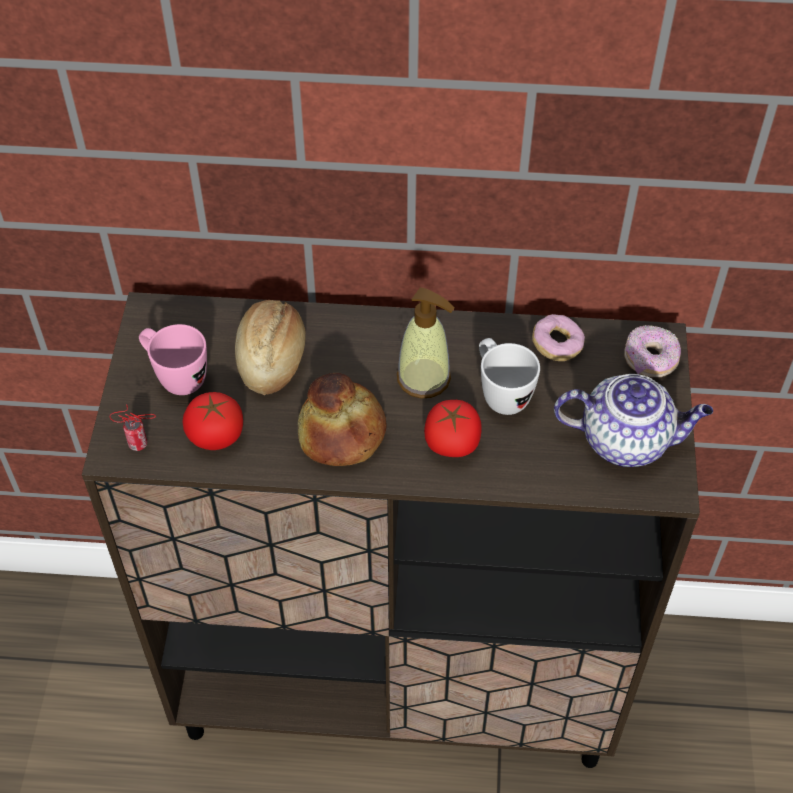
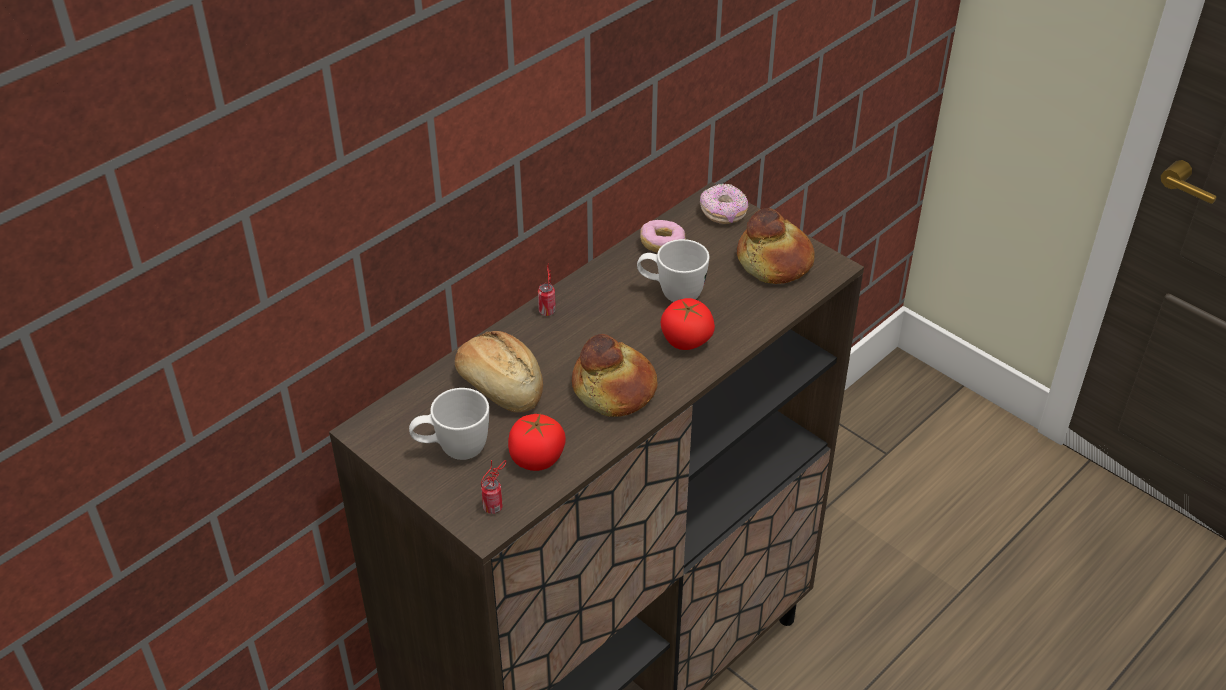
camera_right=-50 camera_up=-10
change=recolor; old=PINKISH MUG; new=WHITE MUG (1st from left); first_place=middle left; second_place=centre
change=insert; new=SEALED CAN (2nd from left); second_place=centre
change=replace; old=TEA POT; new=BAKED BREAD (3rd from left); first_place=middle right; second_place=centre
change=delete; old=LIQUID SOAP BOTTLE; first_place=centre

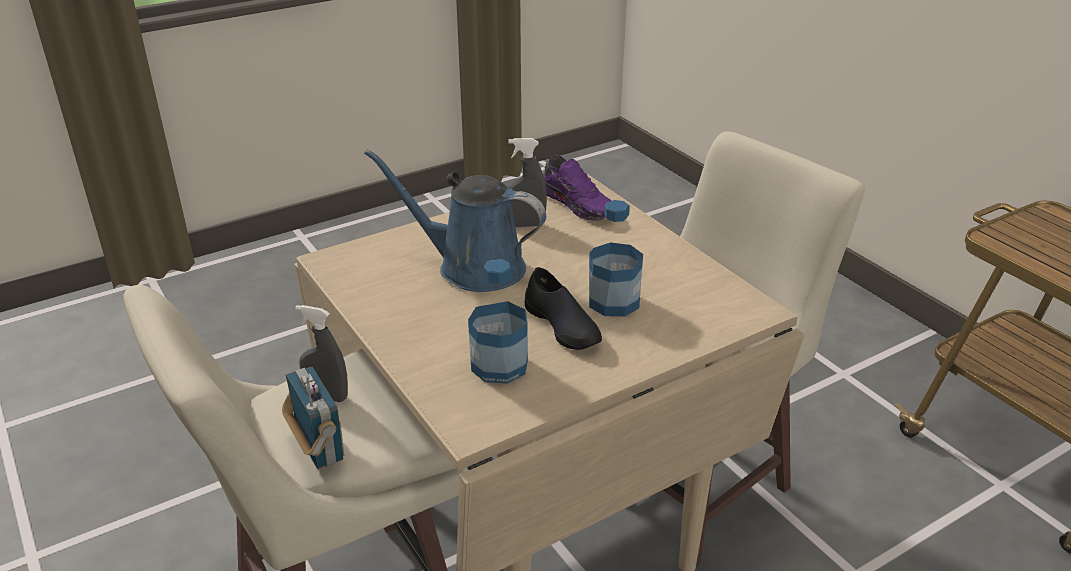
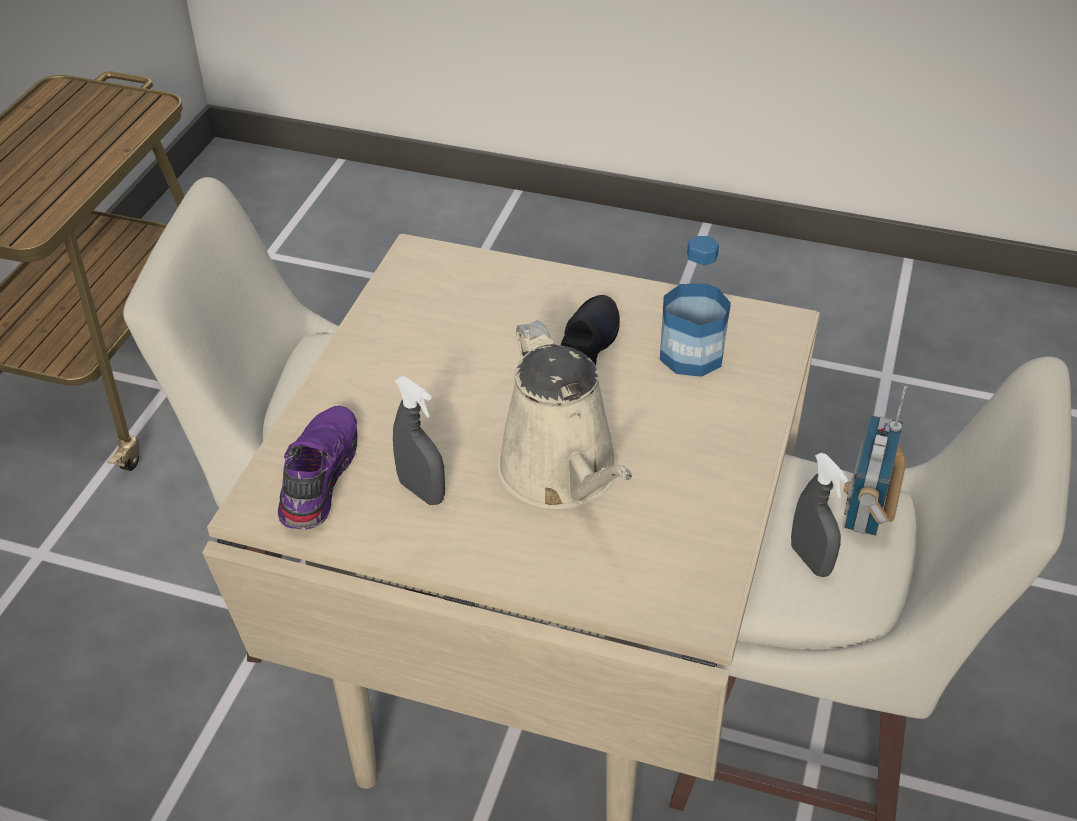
camera_right=-130 camera_up=10
change=recolor; old=BLUE-COLOURED SPRINKLING CAN; new=BEIGE SPRINKLING CAN; first_place=centre; second_place=centre
change=delete; old=DRINK BOTTLE (2nd from left); first_place=centre

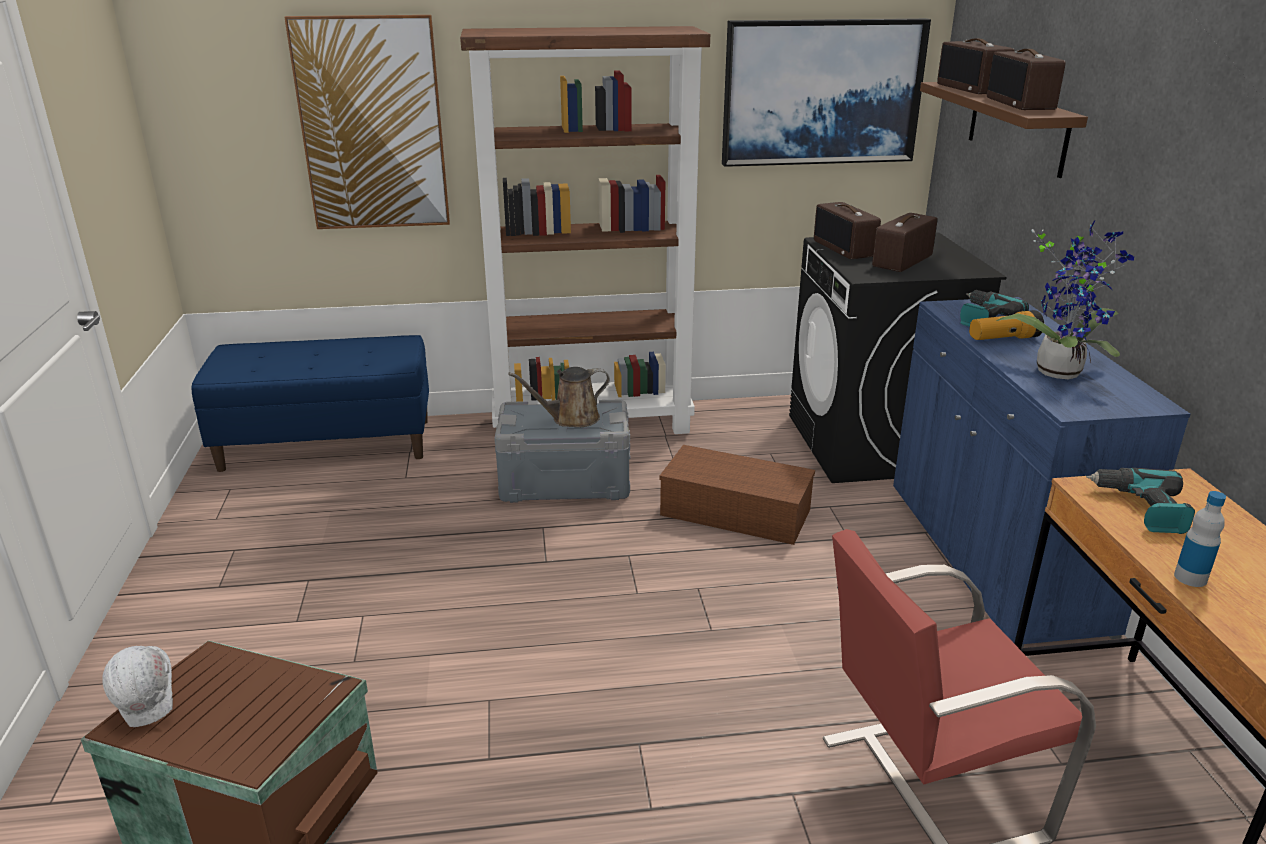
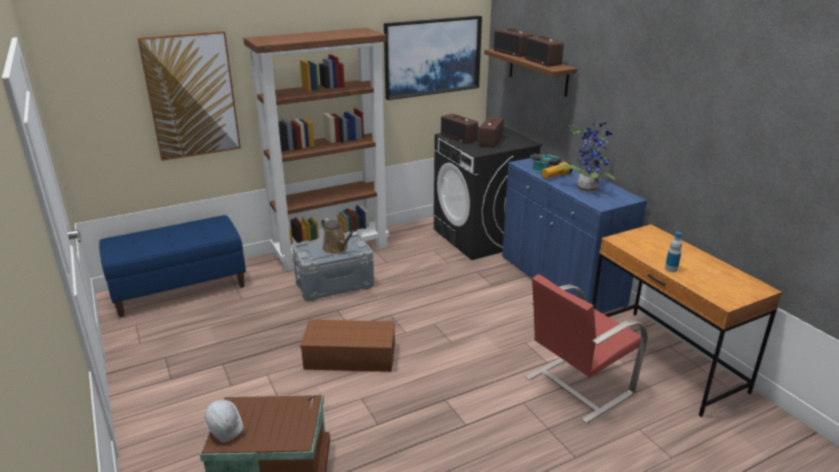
camera_right=-20 camera_up=0
change=move; old=BROWN-COLOURED STORAGE BIN (2nd from left); first_place=centre; second_place=bottom centre
change=rotate; old=BROWN-COLOURED SPRINKLING CAN; first_place=centre; second_place=centre; degrees=-90
change=delete; old=POWER DRILL (2nd from left); first_place=middle right

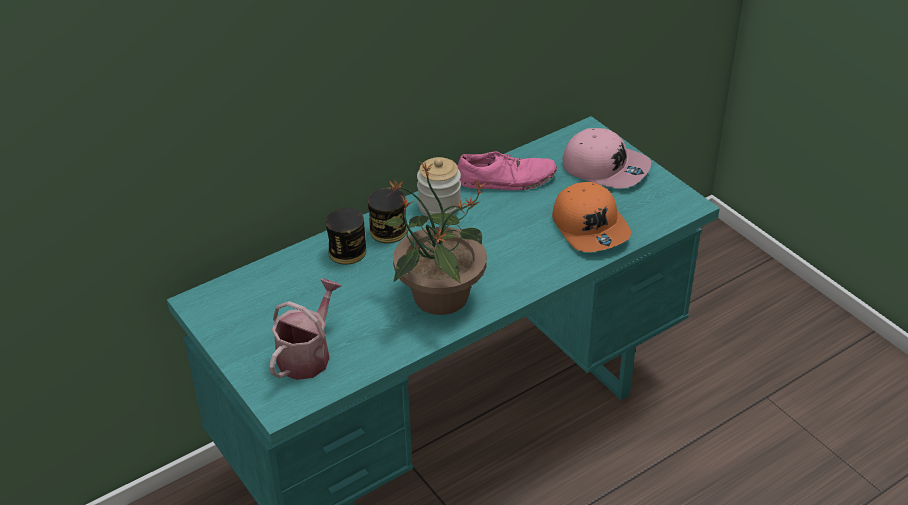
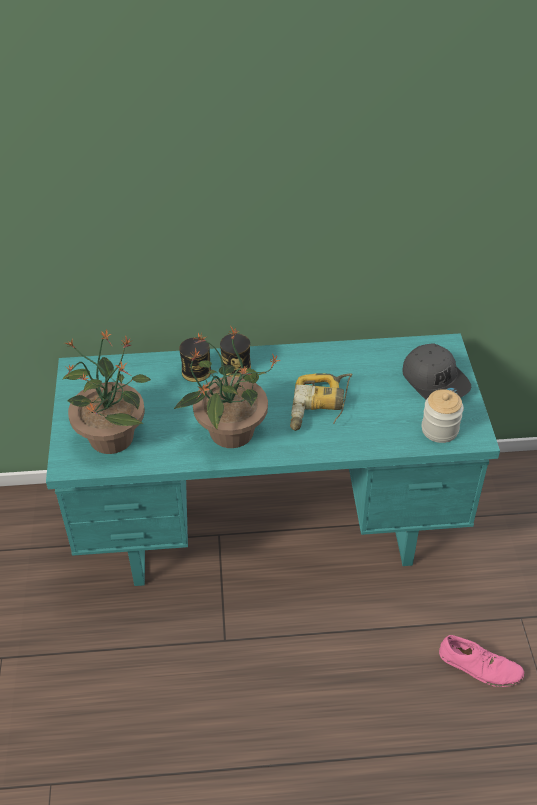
camera_right=30 camera_up=5
change=replace; old=SPRINKLING CAN; new=POTTED PLANT (1st from left); first_place=centre; second_place=middle left
change=insert; new=POWER DRILL; second_place=centre
change=recolor; old=PINKISH BASEBALL CAP; new=GRAY BASEBALL CAP; first_place=top right; second_place=middle right
change=move; old=PRESERVE JAR; first_place=centre; second_place=middle right
change=move; old=PINKISH LOW SHOE; first_place=centre; second_place=bottom right
change=delete; old=ORANGE BASEBALL CAP; first_place=centre

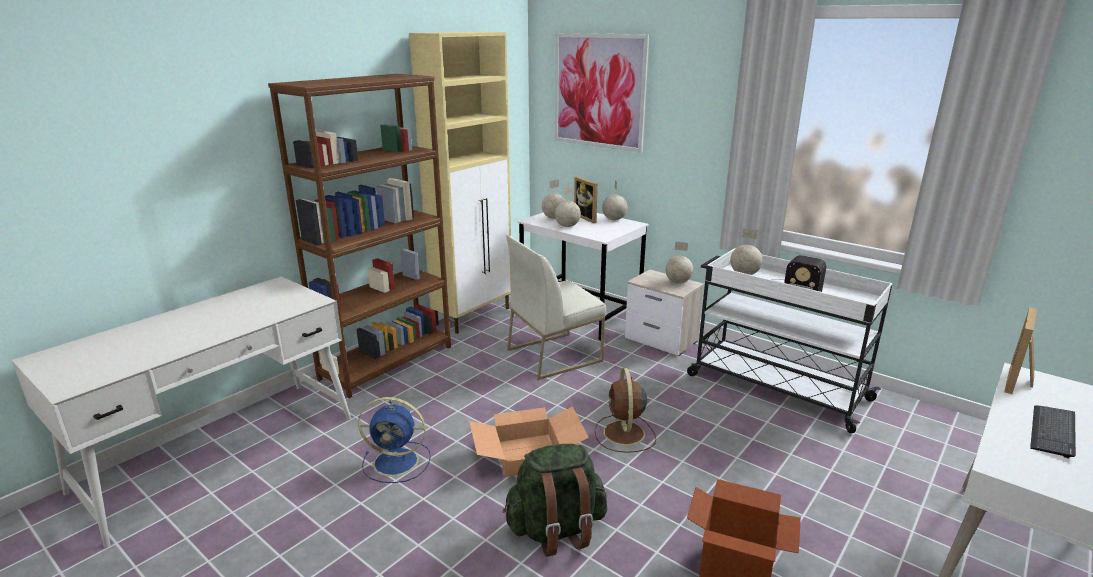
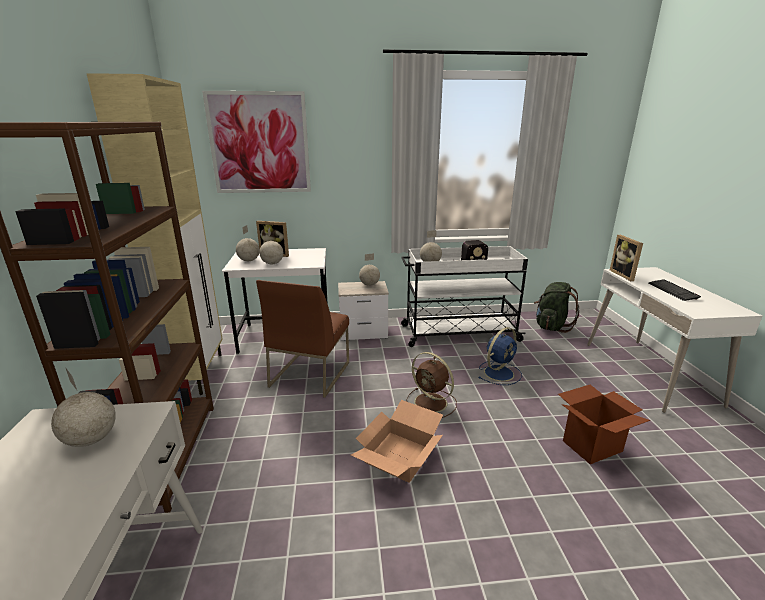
camera_right=-45 camera_up=0
change=move; old=WORLD GLOBE (3rd from left in the first image); new=WORLD GLOBE (1st from left); first_place=centre; second_place=bottom left
change=recolor; old=WHITE CHAIR; new=BROWN-COLOURED CHAIR; first_place=centre; second_place=centre
change=move; old=BLUE-COLOURED COOLING FAN; first_place=bottom centre; second_place=centre
change=move; old=GREENISH RUCKSACK; first_place=bottom centre; second_place=middle right

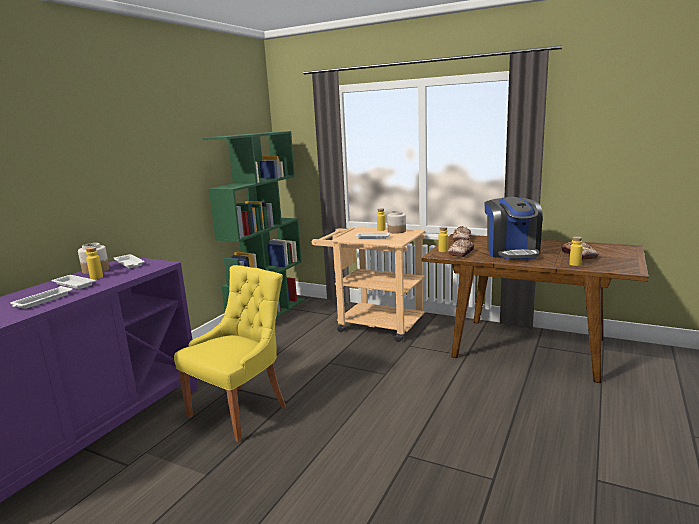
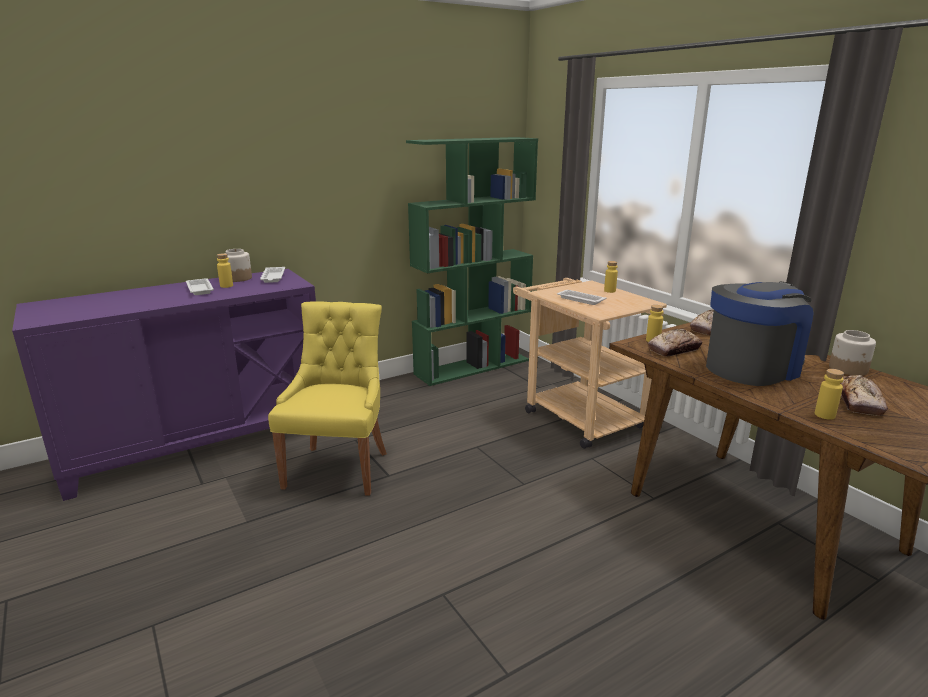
camera_right=30 camera_up=5
change=rotate; old=YELLOW-COLOURED CHAIR; first_place=bottom left; second_place=centre; degrees=-60
change=rotate; old=COFFEE MACHINE; first_place=middle right; second_place=middle right; degrees=-150
change=move; old=PRESERVE JAR (2nd from left); first_place=centre; second_place=middle right
change=delete; old=WHITE SERVING TRAY (1st from left); first_place=middle left

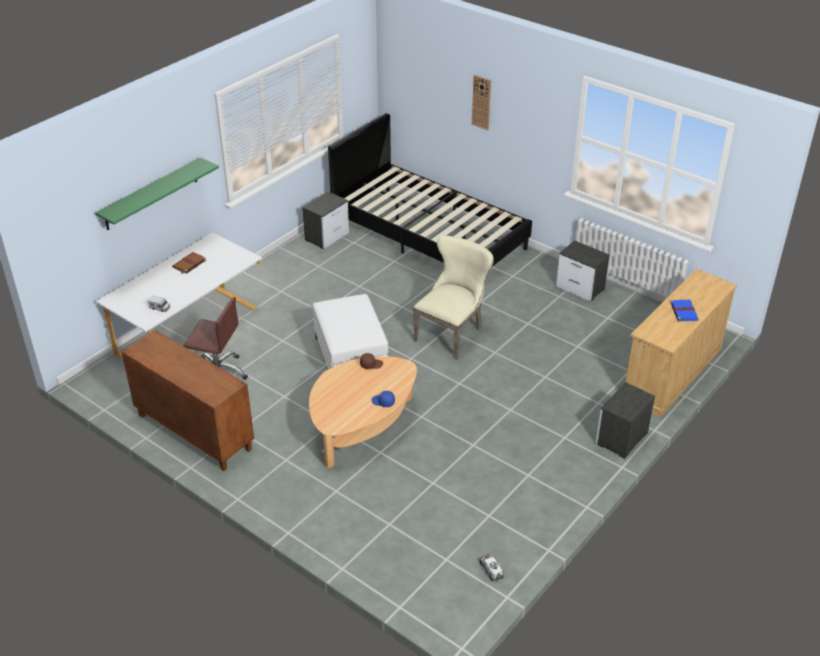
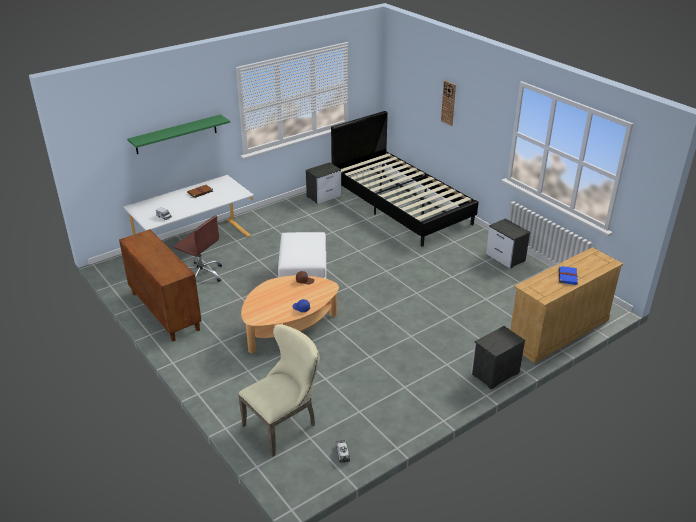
camera_right=15 camera_up=-5
change=move; old=BEIGE CHAIR; first_place=centre; second_place=bottom centre

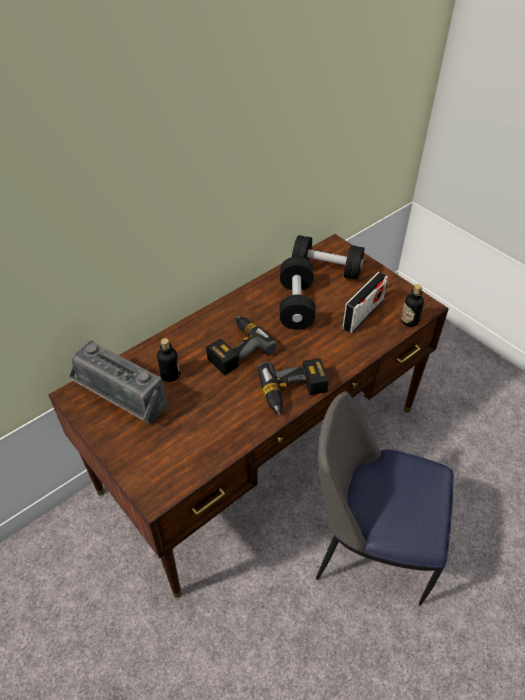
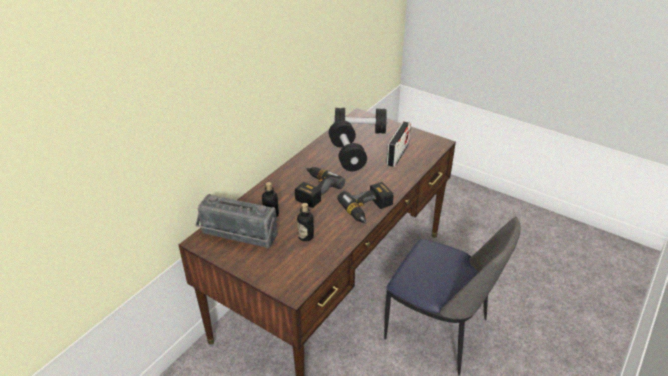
camera_right=-15 camera_up=-10
change=move; old=DRINK BOTTLE (2nd from left); first_place=middle right; second_place=centre
change=rotate; old=CHAIR; first_place=bottom right; second_place=bottom right; degrees=-150

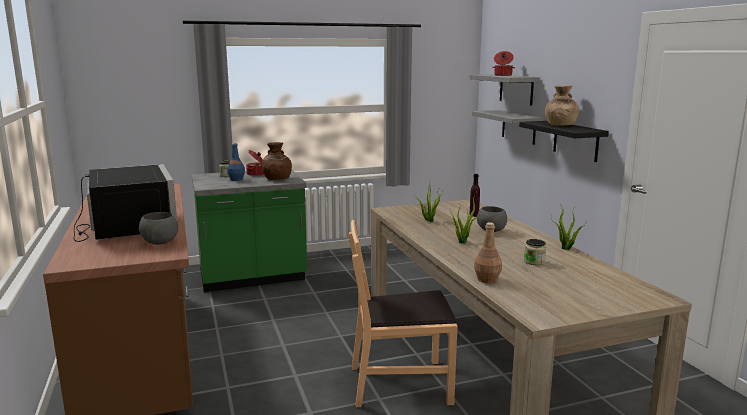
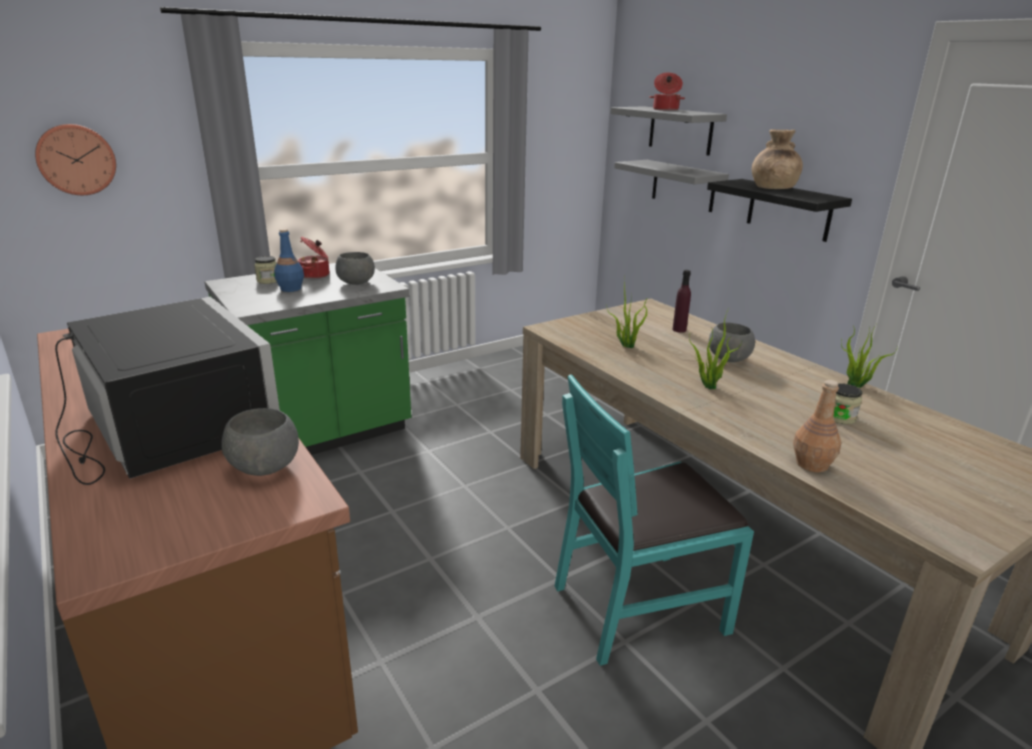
camera_right=-15 camera_up=10
change=insert; new=WALL CLOCK; second_place=top left
change=replace; old=BROWN-COLOURED DECORATIVE VASE (1st from left); new=GRAY BOWL (2nd from left); first_place=centre; second_place=centre
change=recolor; old=BROWN-COLOURED CHAIR; new=TURQUOISE-COLOURED CHAIR; first_place=bottom centre; second_place=bottom centre

